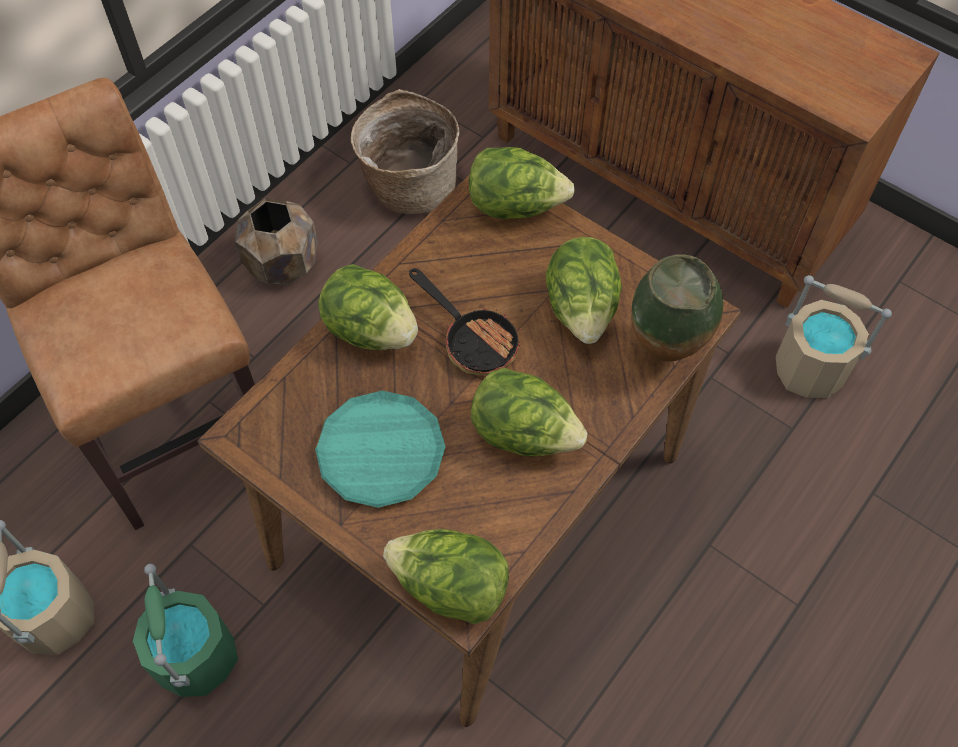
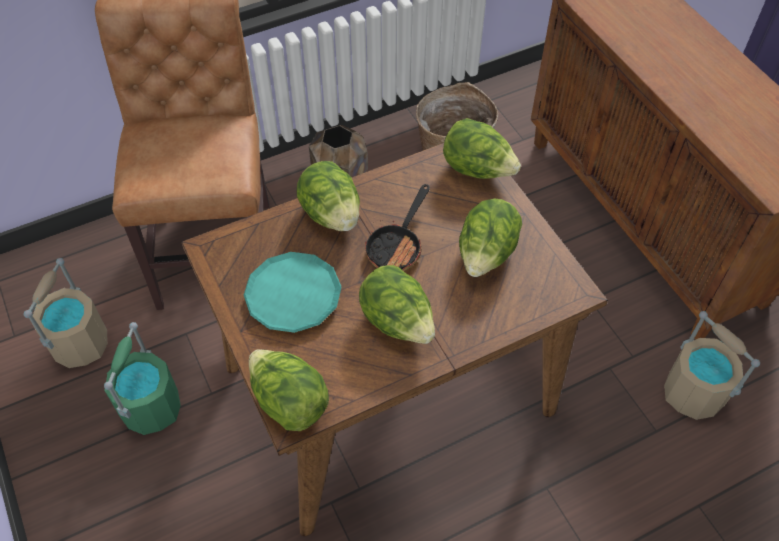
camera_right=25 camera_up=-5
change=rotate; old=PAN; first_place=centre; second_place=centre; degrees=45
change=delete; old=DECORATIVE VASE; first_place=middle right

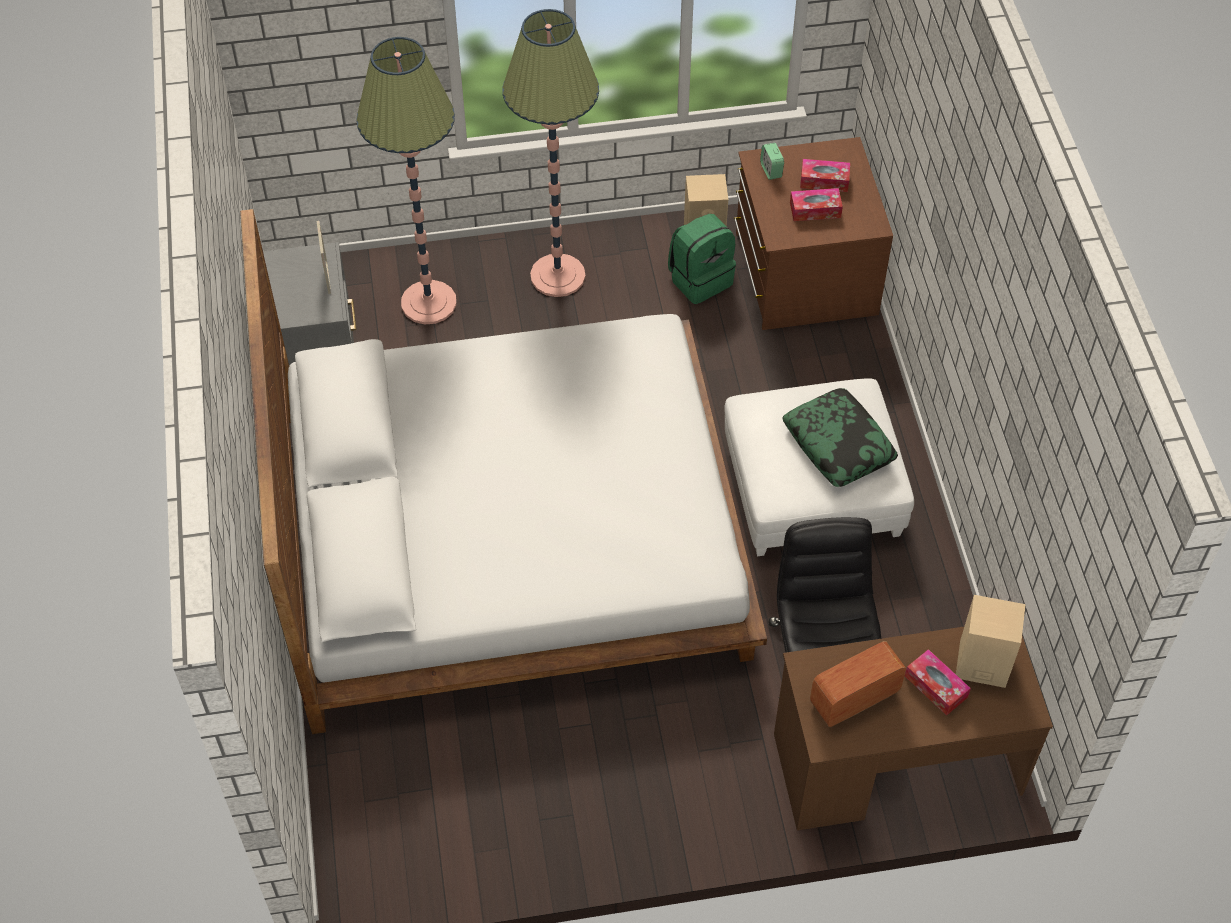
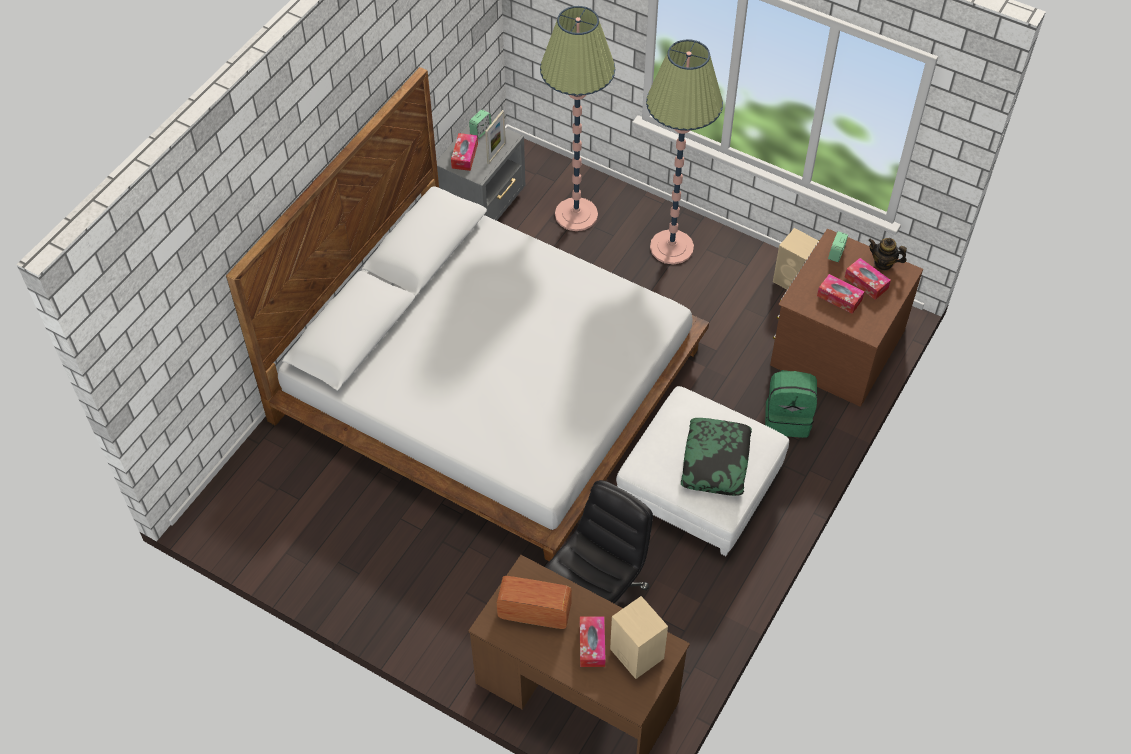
camera_right=40 camera_up=0
change=insert; new=TISSUE BOX (1st from left); second_place=top centre
change=insert; new=TABLE CLOCK (1st from left); second_place=top centre
change=move; old=GREENISH RUCKSACK; first_place=top centre; second_place=middle right
change=insert; new=TEA POT; second_place=middle right

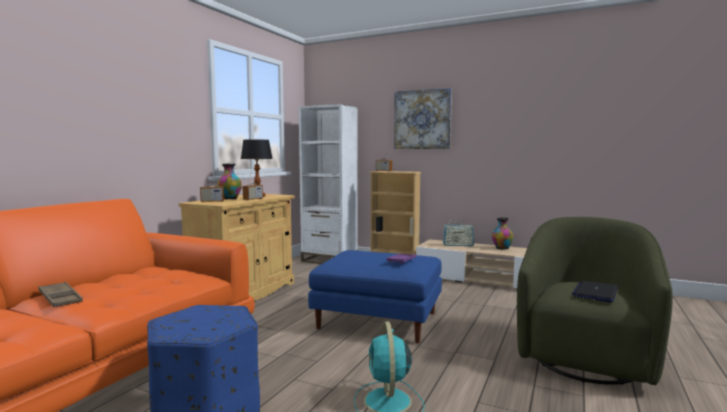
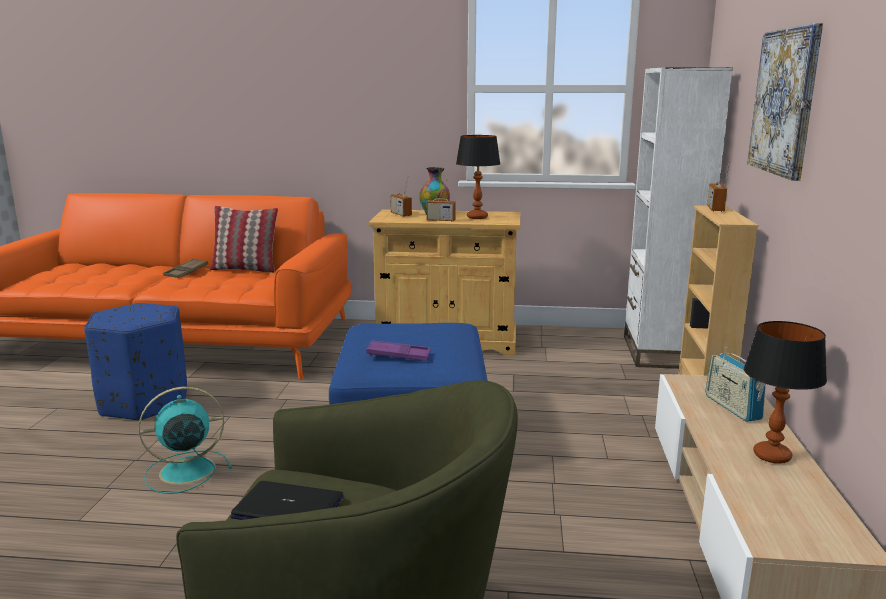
camera_right=70 camera_up=10
change=insert; new=PILLOW; second_place=middle left
change=replace; old=DECORATIVE VASE (2nd from left); new=LAMP FOR A TABLE (2nd from left); first_place=middle right; second_place=middle right

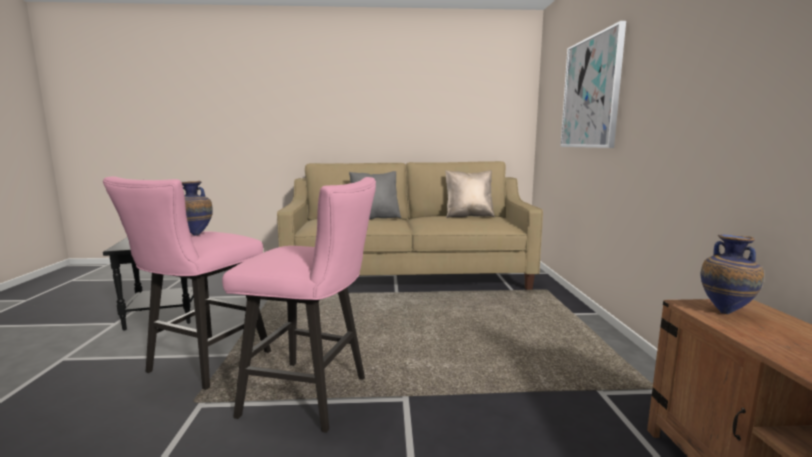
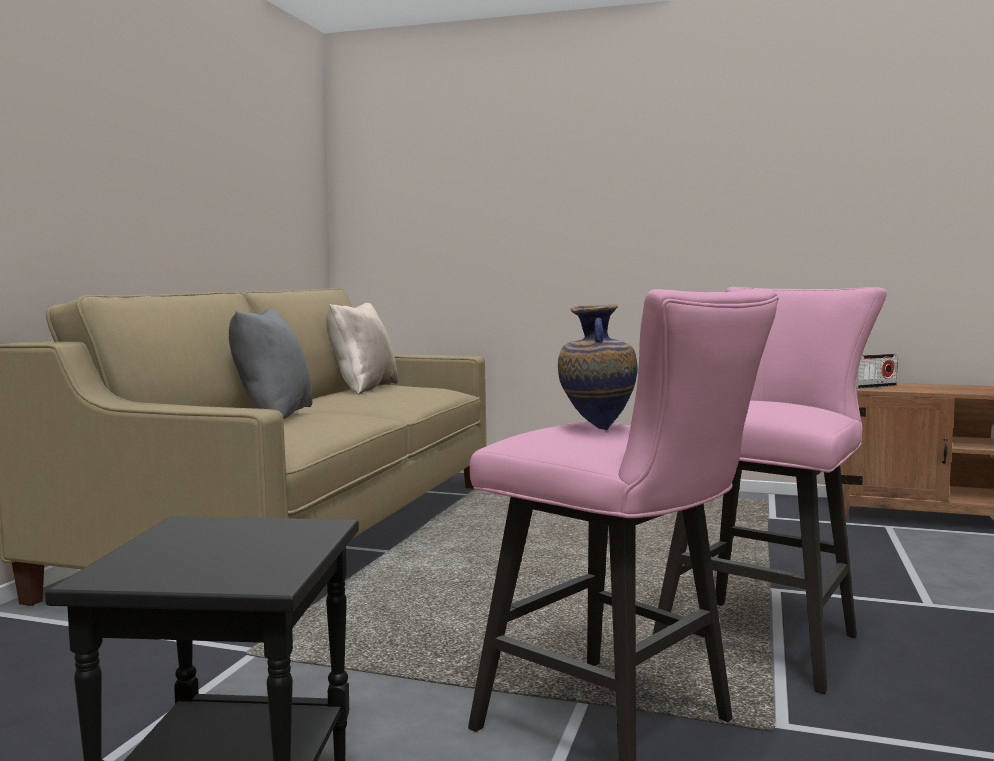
camera_right=-70 camera_up=-5
change=replace; old=DECORATIVE VASE (2nd from left); new=RADIO RECEIVER; first_place=middle right; second_place=middle right
change=delete; old=WALL ART; first_place=top right

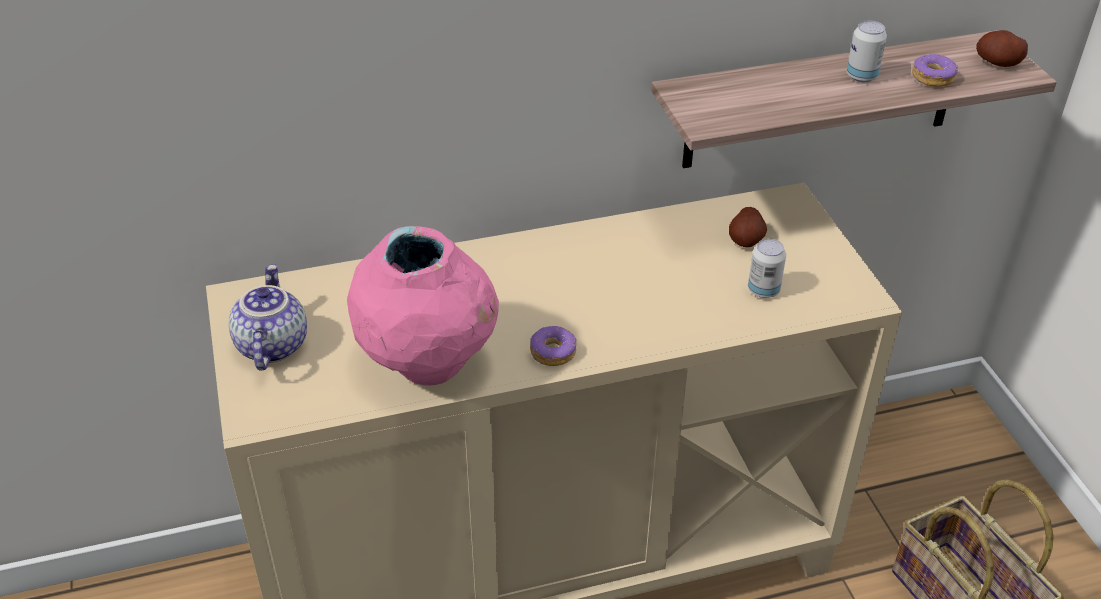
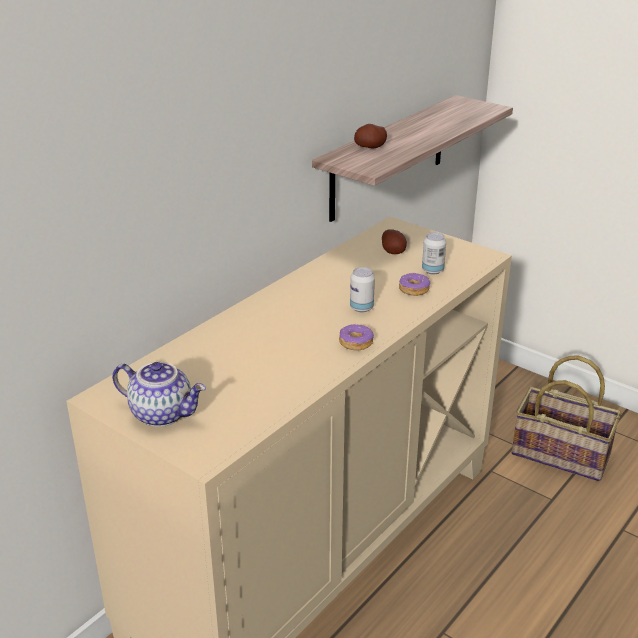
camera_right=-35 camera_up=-10
change=rotate; old=TEA POT; first_place=middle left; second_place=middle left; degrees=150
change=move; old=SEALED CAN (2nd from left in the first image); new=SEALED CAN (1st from left); first_place=top right; second_place=centre
change=move; old=WHOLE POTATO (2nd from left in the first image); new=WHOLE POTATO (1st from left); first_place=top right; second_place=top centre
change=move; old=RING DOUGHNUT (2nd from left); first_place=top right; second_place=centre
change=delete; old=PINKISH DECORATIVE VASE; first_place=centre

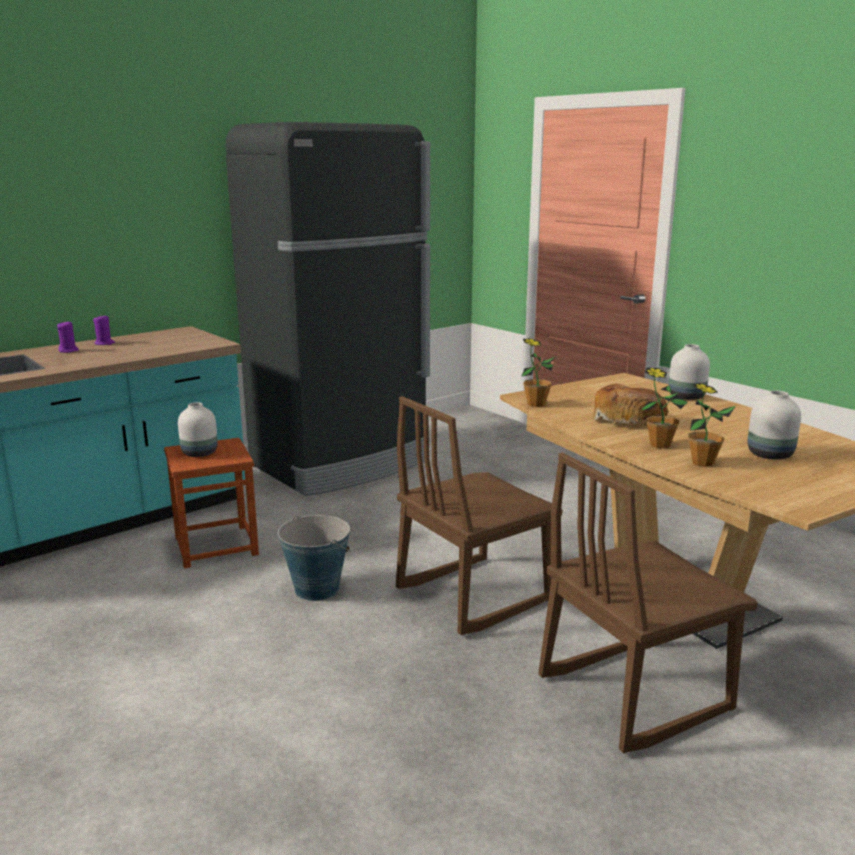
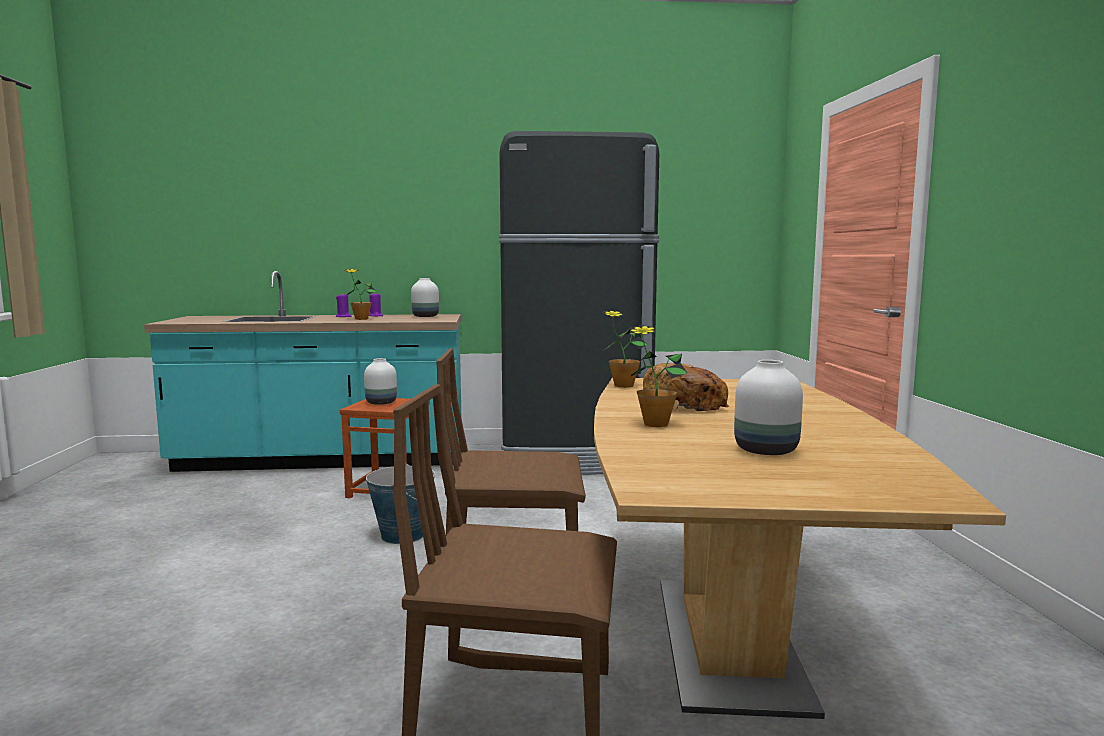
camera_right=35 camera_up=-10
change=move; old=POTTED PLANT (3rd from left in the first image); new=POTTED PLANT (1st from left); first_place=middle right; second_place=middle left
change=move; old=WHITE DECORATIVE VASE (2nd from left); first_place=middle right; second_place=centre

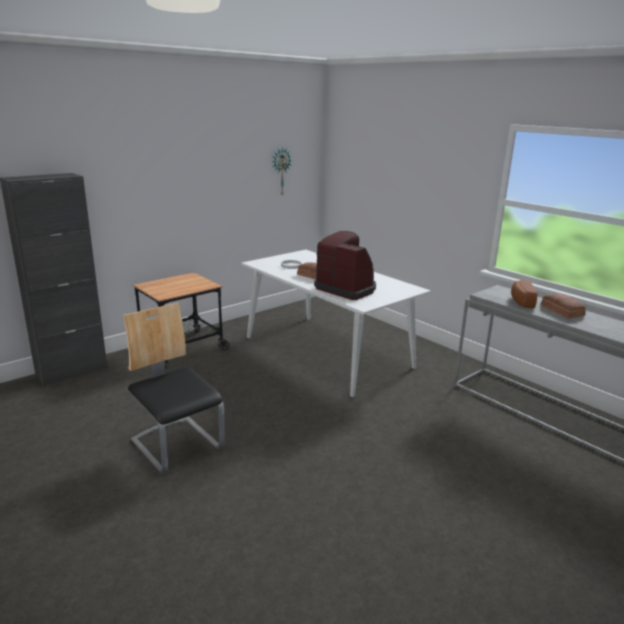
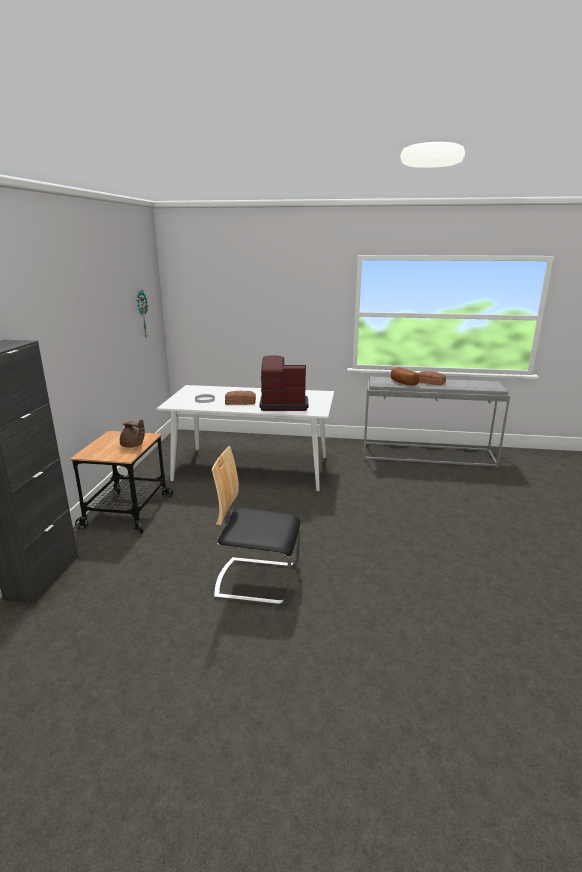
camera_right=-40 camera_up=0
change=insert; new=BROWN-COLOURED TEA POT; second_place=middle left

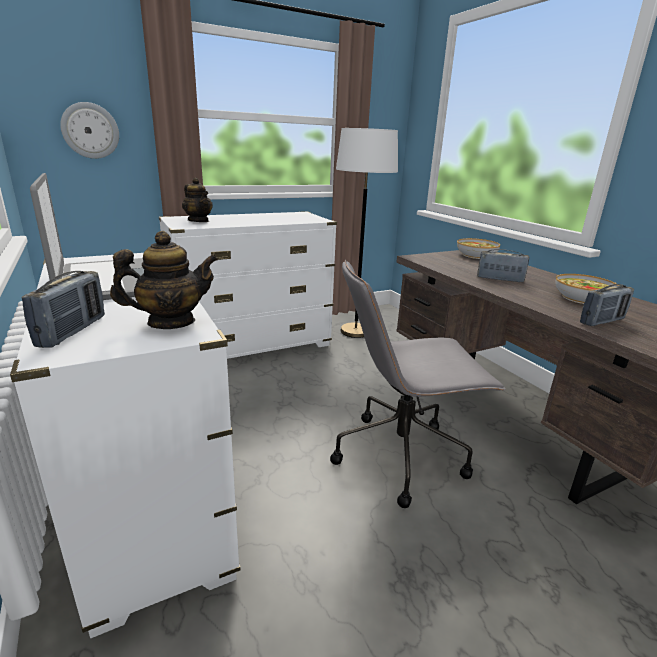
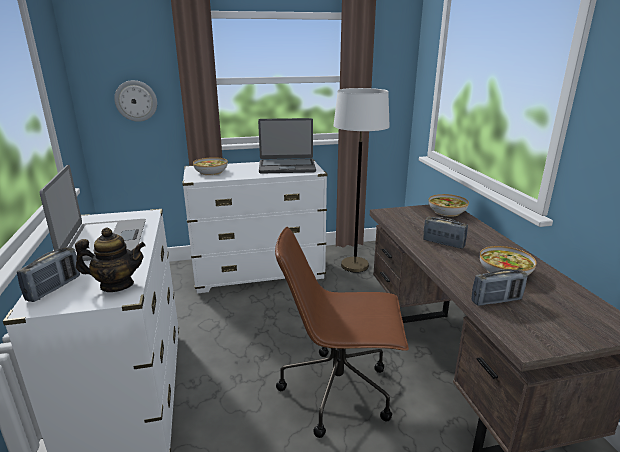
camera_right=15 camera_up=0
change=replace; old=TEA POT (2nd from left); new=BOWL (1st from left); first_place=top left; second_place=centre
change=insert; new=LAPTOP (2nd from left); second_place=top centre
change=recolor; old=GRAY OFFICE CHAIR; new=BROWN-COLOURED OFFICE CHAIR; first_place=centre; second_place=bottom centre

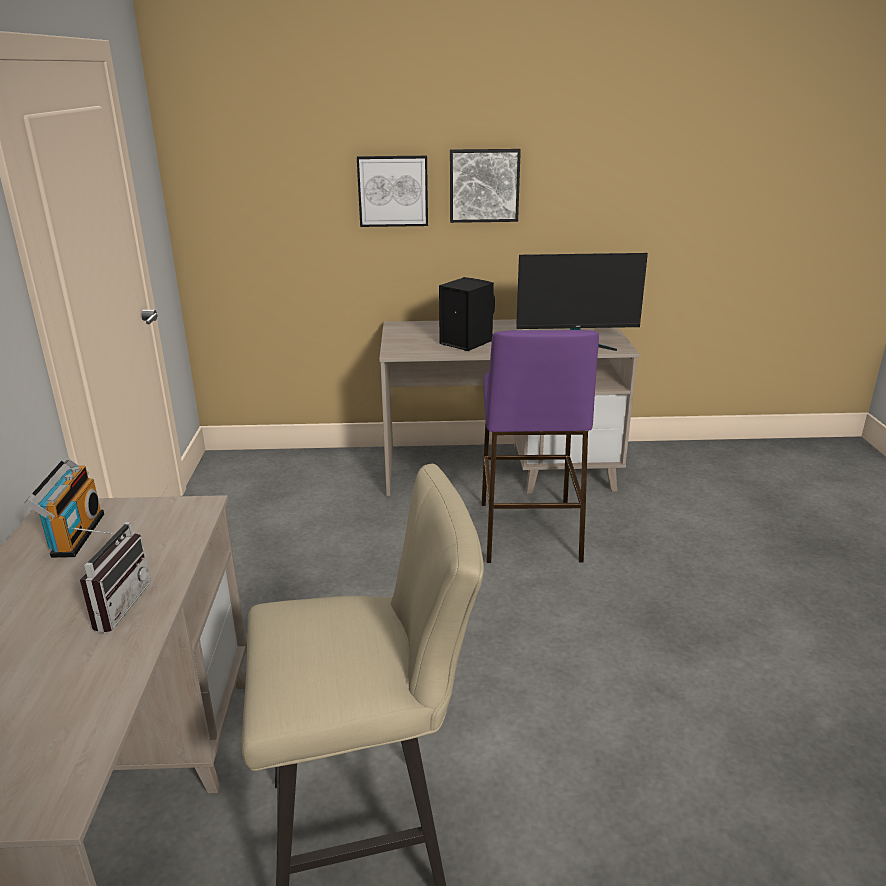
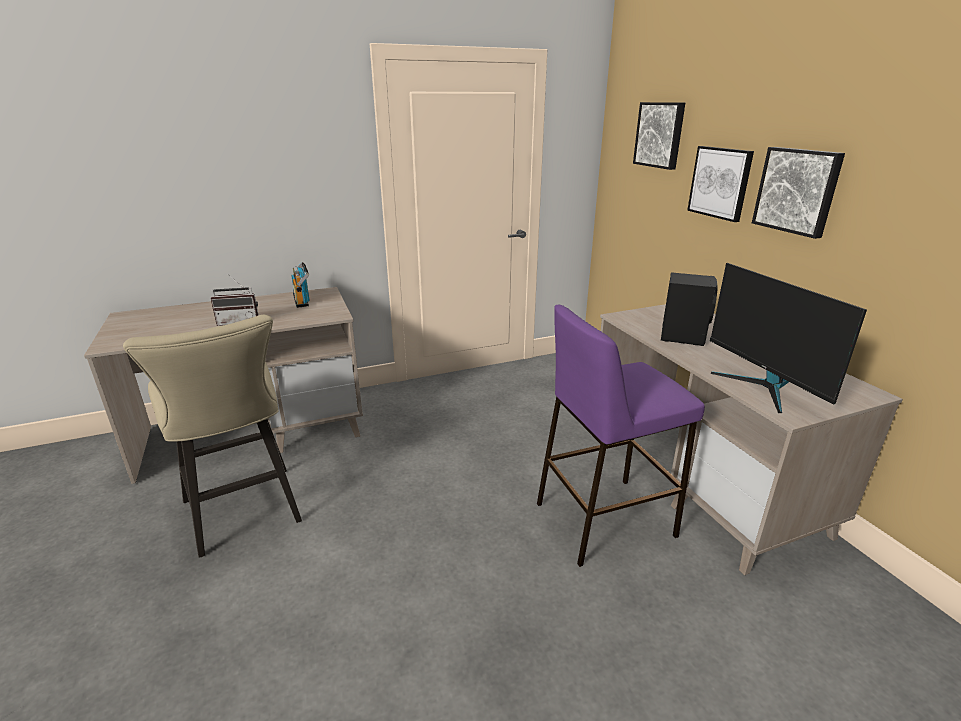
camera_right=70 camera_up=0
change=rotate; old=RADIO RECEIVER (1st from left in the first image); first_place=middle left; second_place=middle left; degrees=90
change=insert; new=WALL ART (1st from left); second_place=top right

